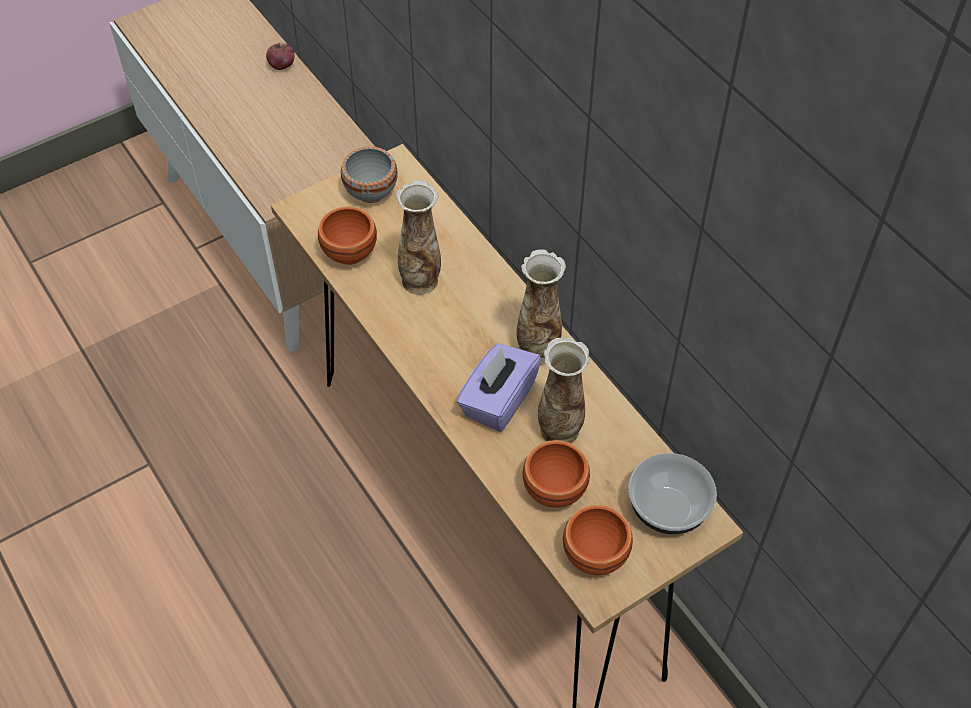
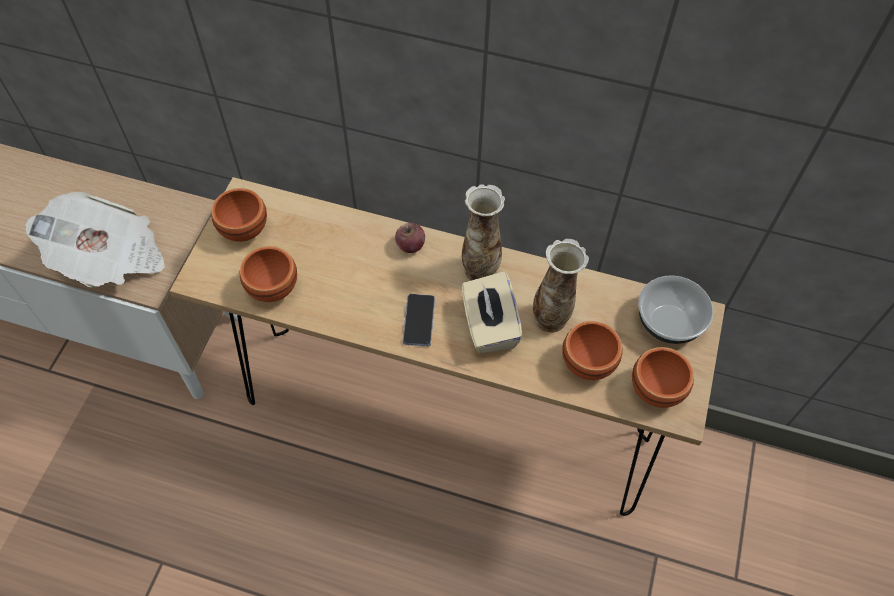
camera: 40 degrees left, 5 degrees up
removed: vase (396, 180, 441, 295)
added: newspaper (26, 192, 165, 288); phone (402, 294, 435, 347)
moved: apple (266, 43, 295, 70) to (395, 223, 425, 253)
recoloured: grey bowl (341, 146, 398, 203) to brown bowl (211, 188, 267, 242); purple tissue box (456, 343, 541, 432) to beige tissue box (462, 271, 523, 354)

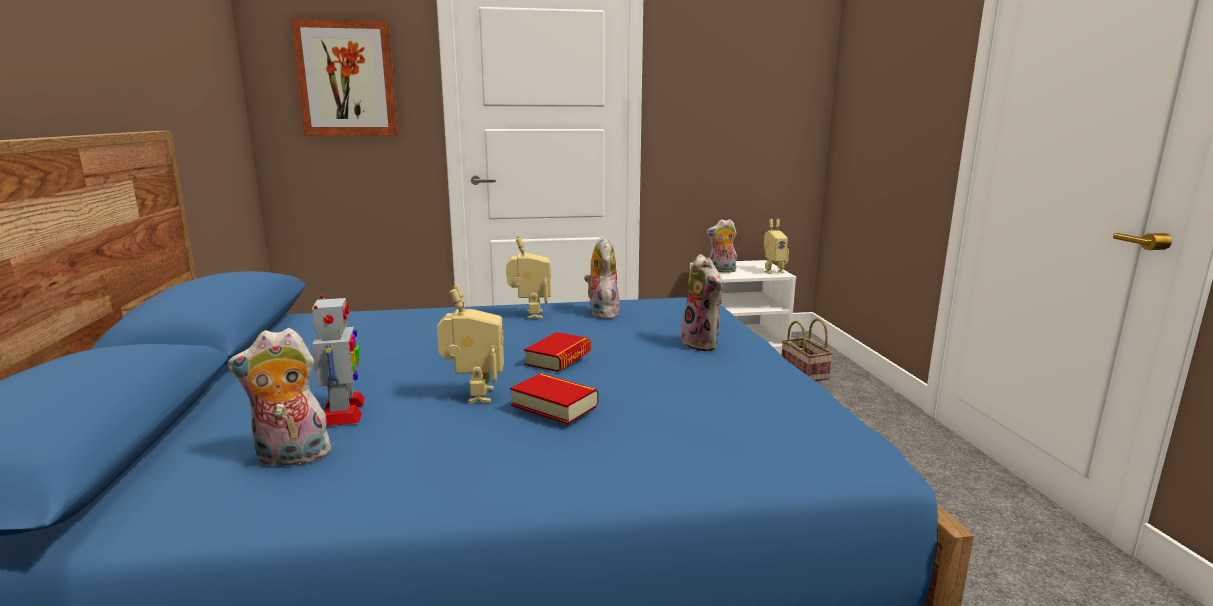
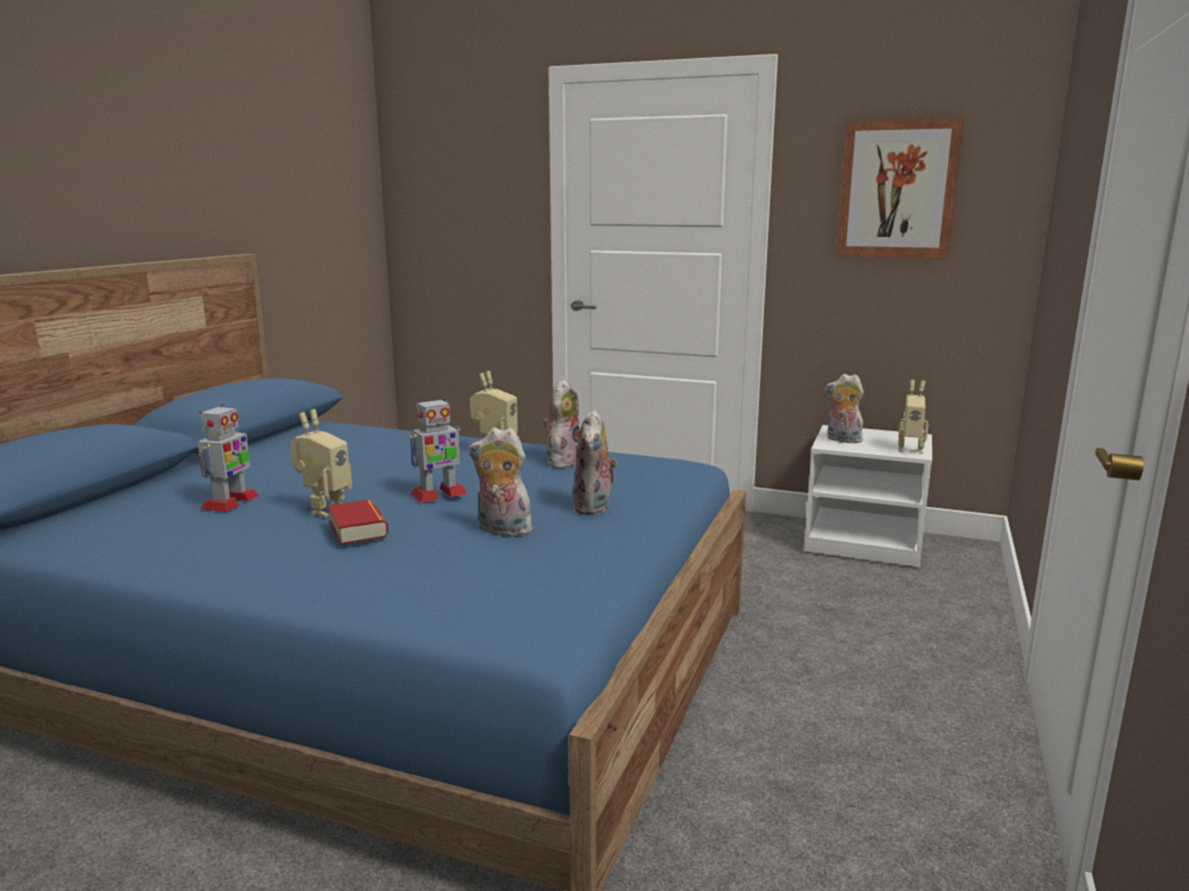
camera: 30 degrees right, 0 degrees up
removed: basket (782, 318, 833, 381)
moved: plush toy (228, 328, 334, 467) to (469, 427, 533, 537); picture (290, 19, 398, 136) to (836, 118, 964, 259)
replaced: book (524, 332, 591, 372) to toy robot (409, 397, 468, 503)

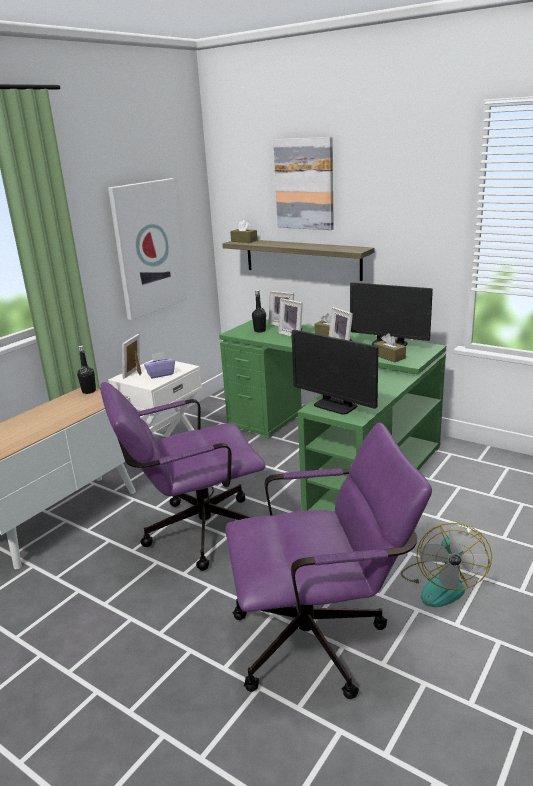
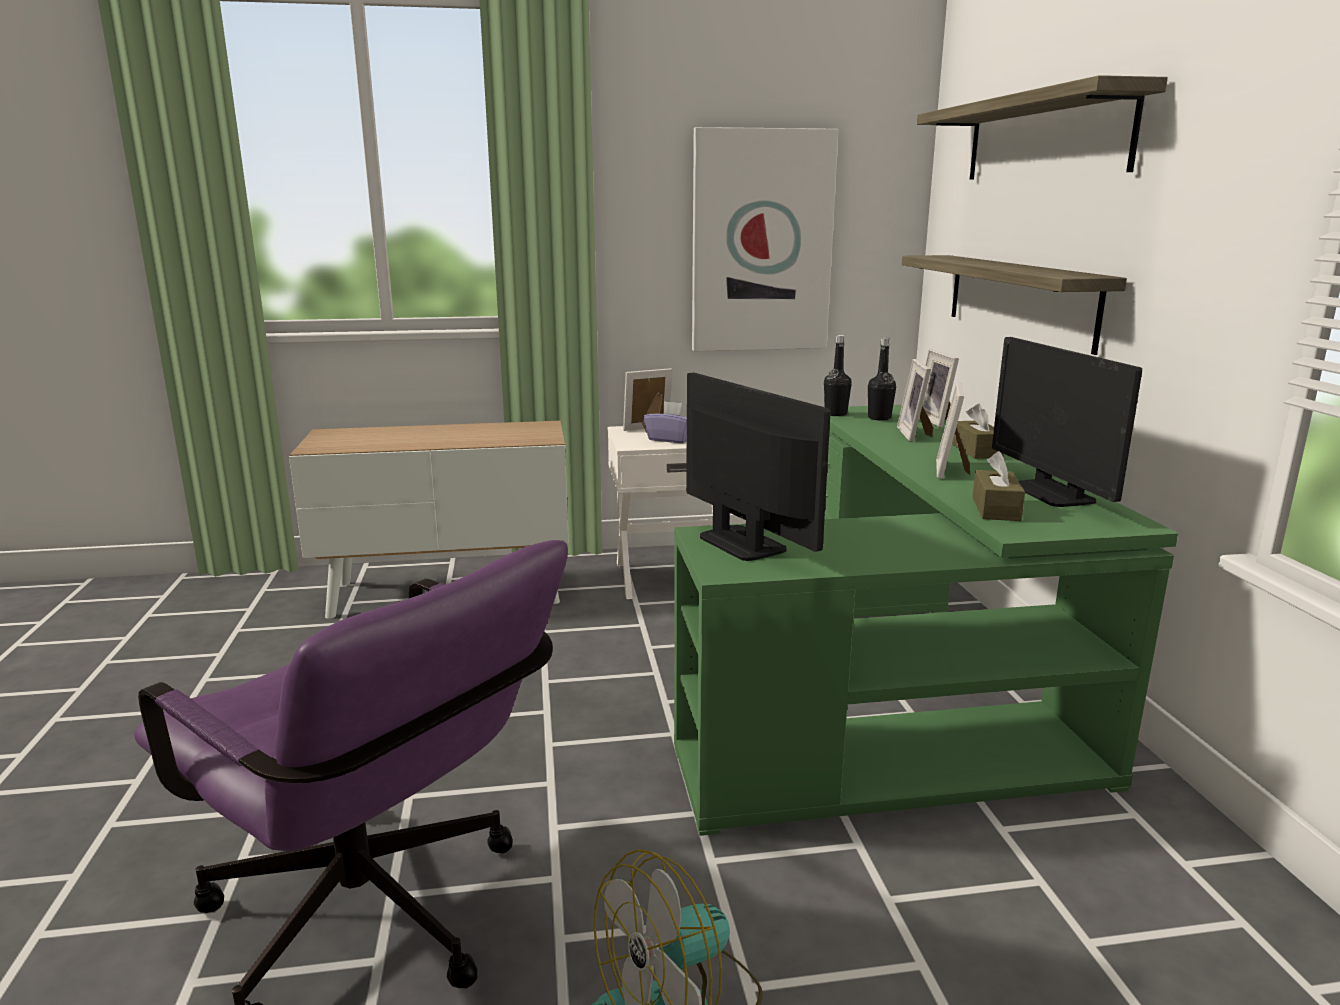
camera: 45 degrees right, 5 degrees down
removed: purple office chair (100, 382, 266, 571); brown tissue box (230, 220, 257, 243)
moved: black bottle (77, 346, 96, 394) to (824, 335, 852, 416)
replaced: picture (273, 137, 334, 230) to shelf (917, 75, 1168, 180)
turned: monitor (291, 330, 378, 415) = (686, 372, 831, 561) 150 degrees clockwise

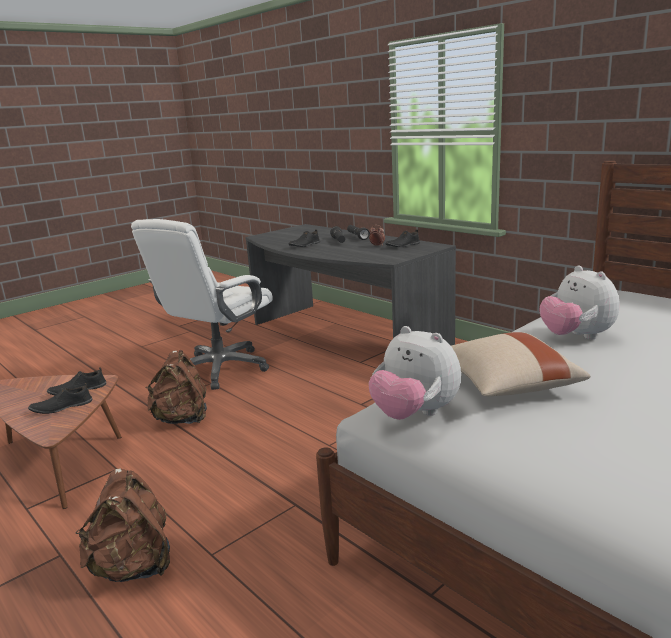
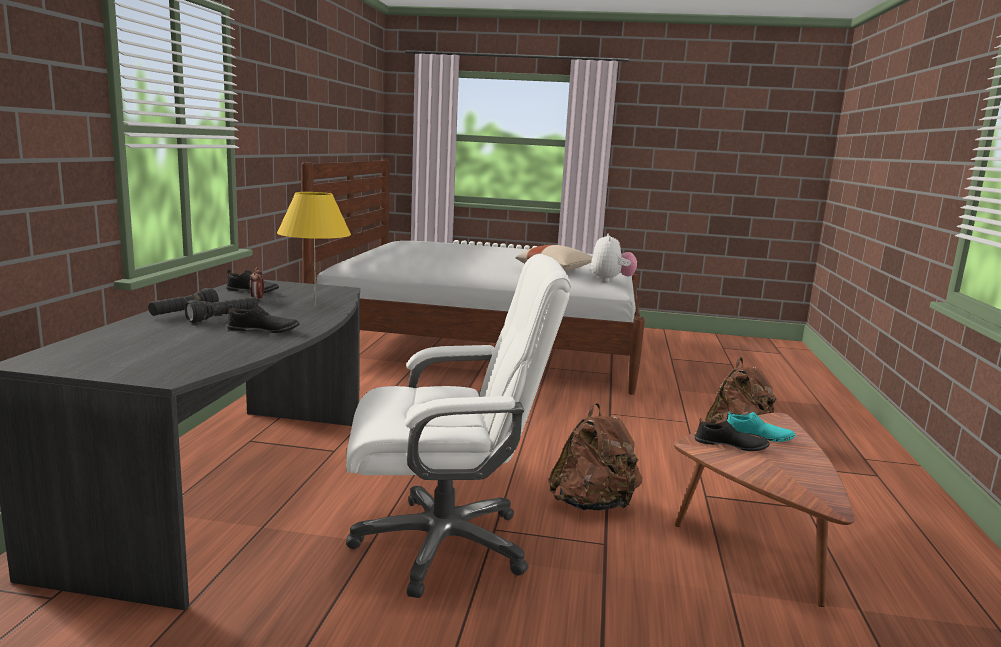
camera: 130 degrees left, 5 degrees down
removed: plush toy (539, 266, 619, 339)
added: yellow table lamp (277, 192, 351, 307)
recoloured: black shoe (28, 383, 92, 414) to turquoise shoe (726, 409, 796, 442)

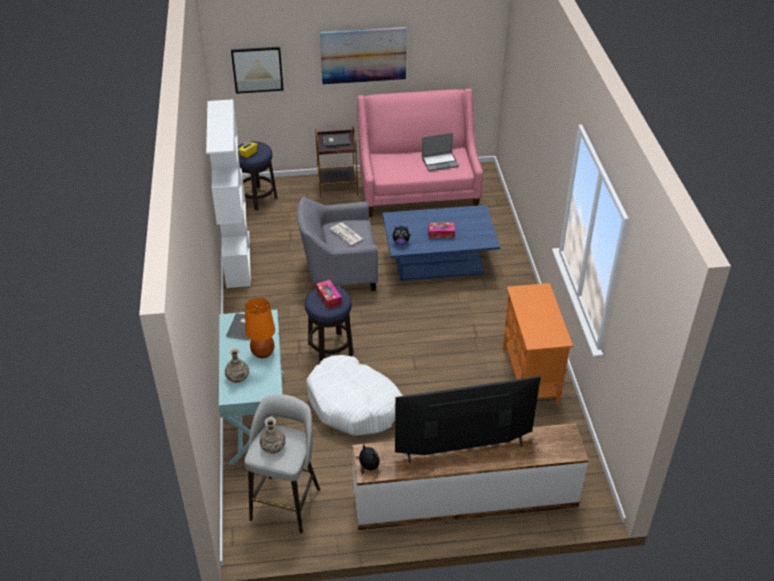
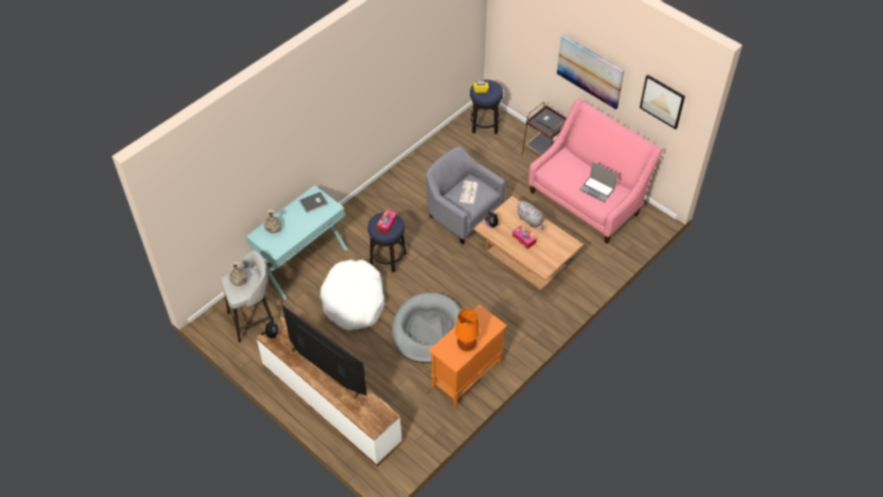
camera: 50 degrees right, 10 degrees up
removed: white bookcase (206, 99, 251, 288)
added: grey dog bed (392, 293, 461, 363); grey plush toy (516, 201, 544, 230)
moved: picture (231, 47, 284, 94) to (640, 75, 685, 129); orange table lamp (245, 298, 275, 358) to (455, 309, 479, 351)
recoloured: blue coffee table (383, 205, 500, 281) to brown coffee table (474, 196, 583, 291)

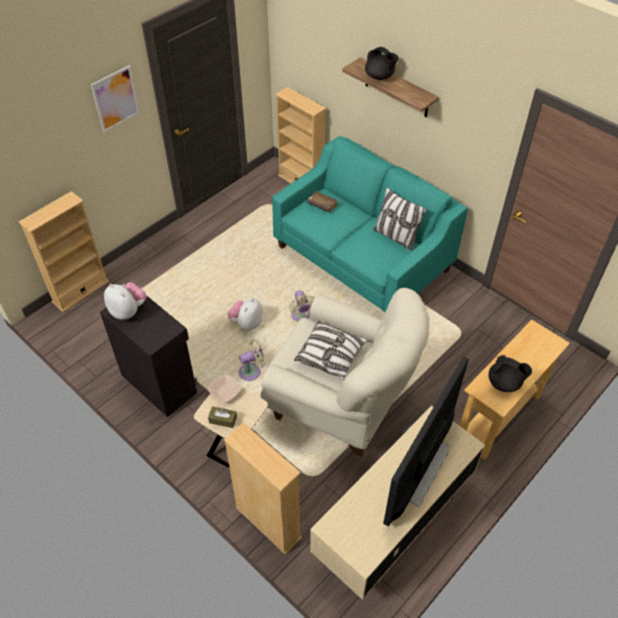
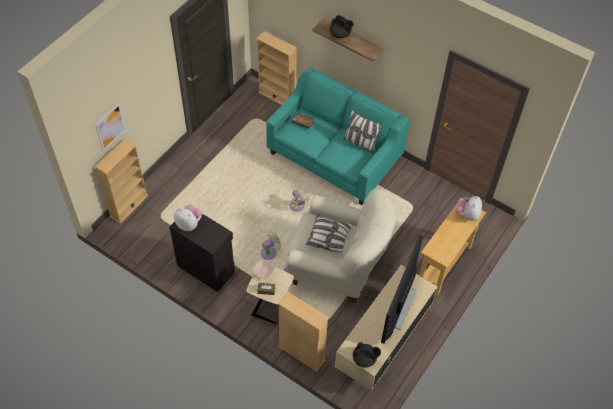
camera: 10 degrees left, 5 degrees up
moved: picture (91, 66, 140, 132) to (95, 103, 126, 151); plush toy (228, 298, 263, 330) to (455, 196, 482, 221); black teapot (488, 355, 532, 392) to (353, 342, 381, 368)

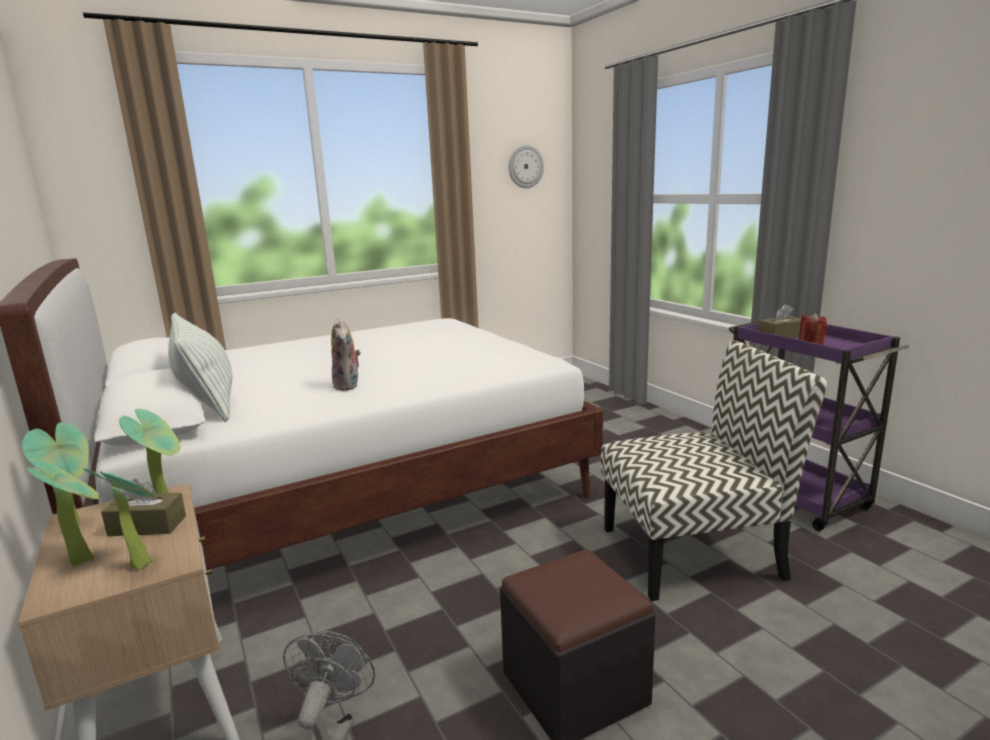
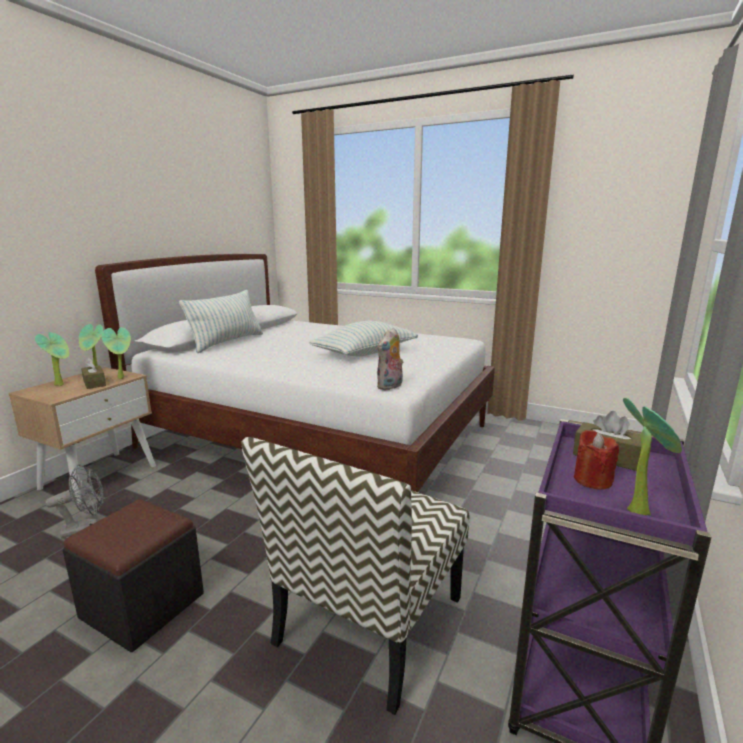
camera: 55 degrees right, 0 degrees up
removed: wall clock (509, 145, 544, 188)
added: pillow (309, 321, 418, 356)
moved: potted plant (83, 468, 155, 570) to (623, 398, 682, 515); plush toy (331, 318, 361, 391) to (377, 328, 403, 390)
turned: chair (601, 340, 827, 601) = (241, 437, 469, 715) 75 degrees clockwise

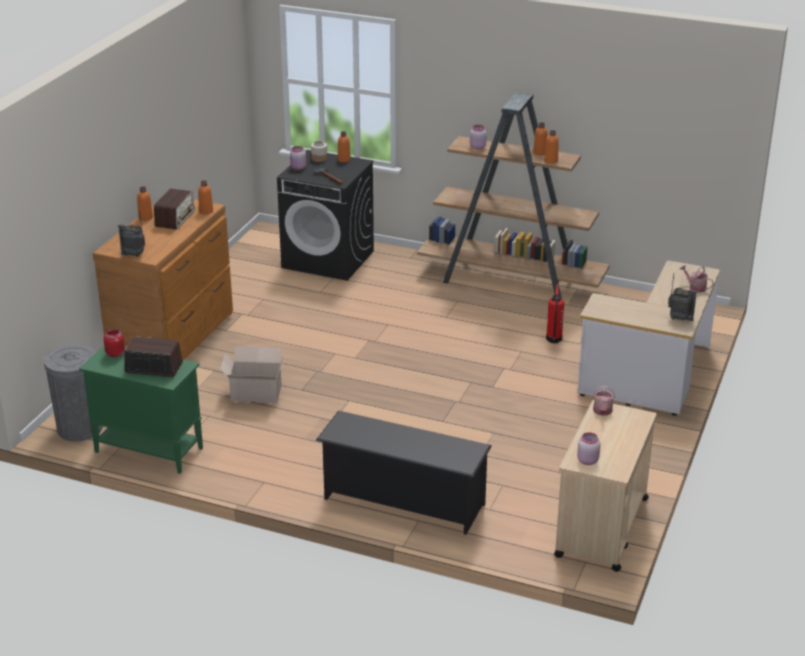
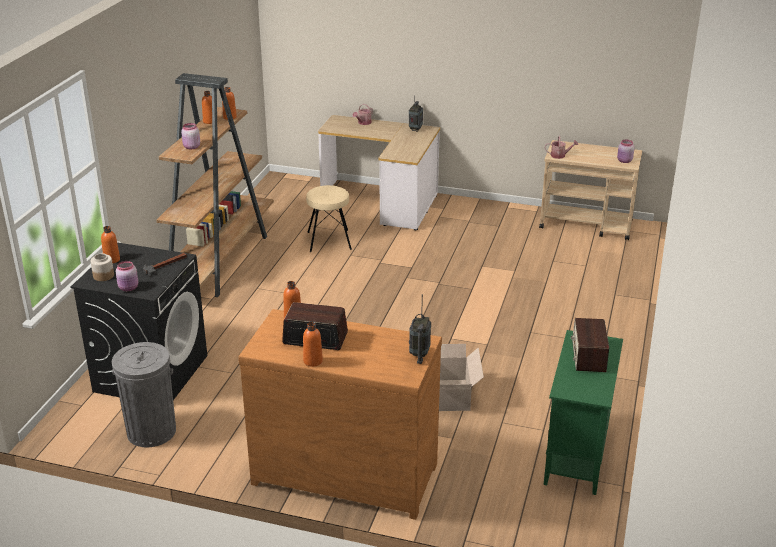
camera: 95 degrees left, 0 degrees up
removed: red jar (104, 328, 125, 358); black shoe rack (316, 411, 492, 535)
moved: grey trash can (44, 344, 103, 441) to (112, 342, 176, 447)
replaced: fire extinguisher (546, 284, 564, 343) to beige stool (306, 185, 352, 252)

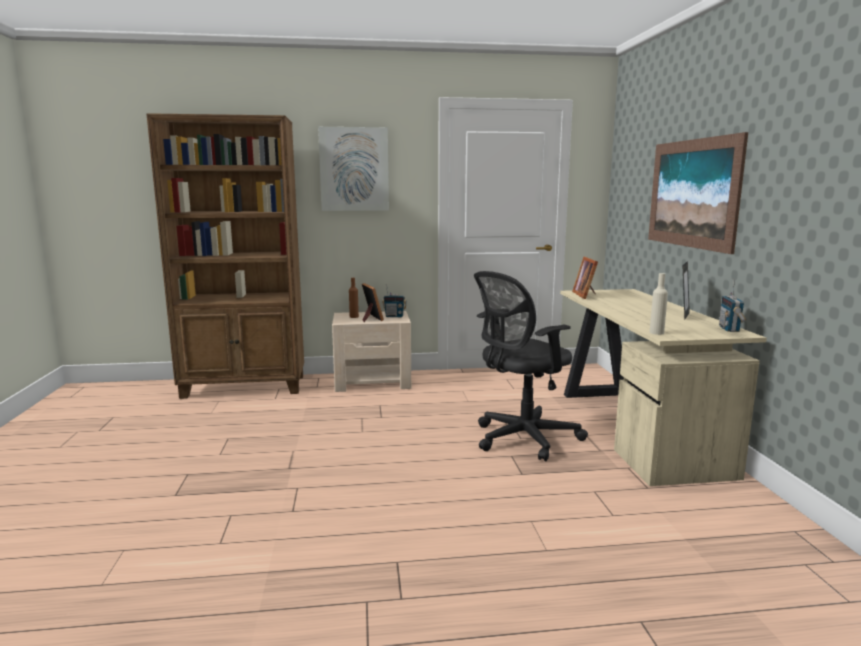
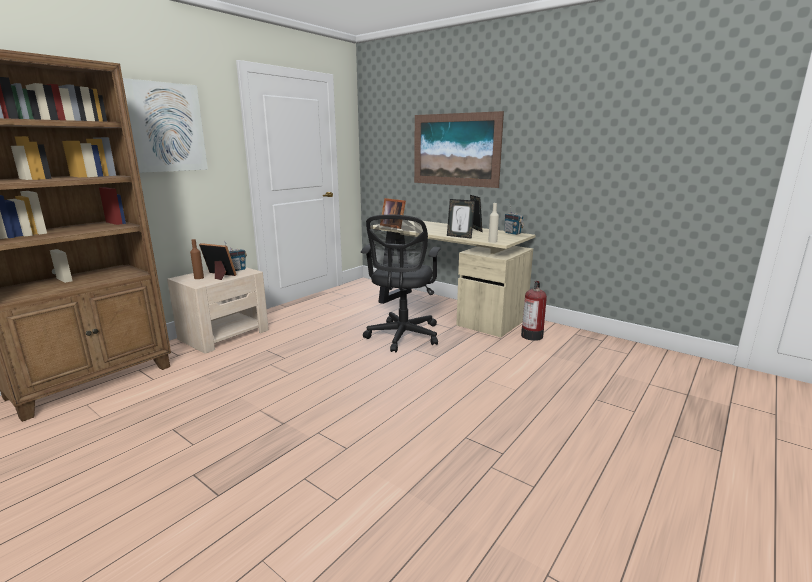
camera: 45 degrees left, 5 degrees up
added: picture frame (447, 199, 475, 239); fire extinguisher (521, 281, 547, 341)

